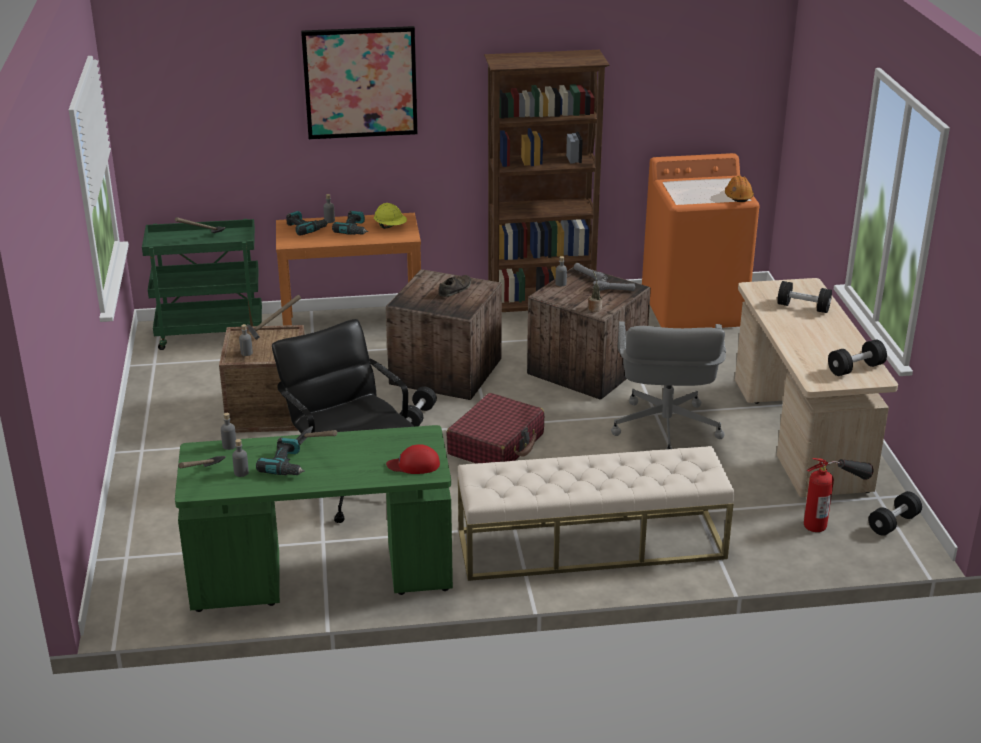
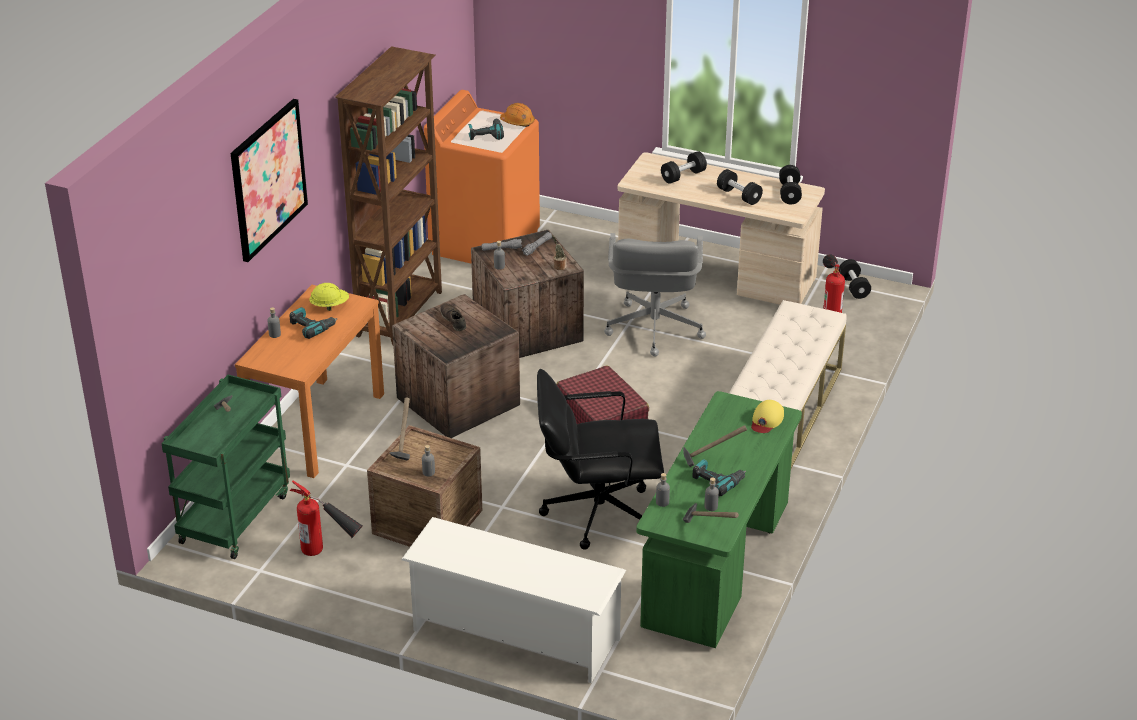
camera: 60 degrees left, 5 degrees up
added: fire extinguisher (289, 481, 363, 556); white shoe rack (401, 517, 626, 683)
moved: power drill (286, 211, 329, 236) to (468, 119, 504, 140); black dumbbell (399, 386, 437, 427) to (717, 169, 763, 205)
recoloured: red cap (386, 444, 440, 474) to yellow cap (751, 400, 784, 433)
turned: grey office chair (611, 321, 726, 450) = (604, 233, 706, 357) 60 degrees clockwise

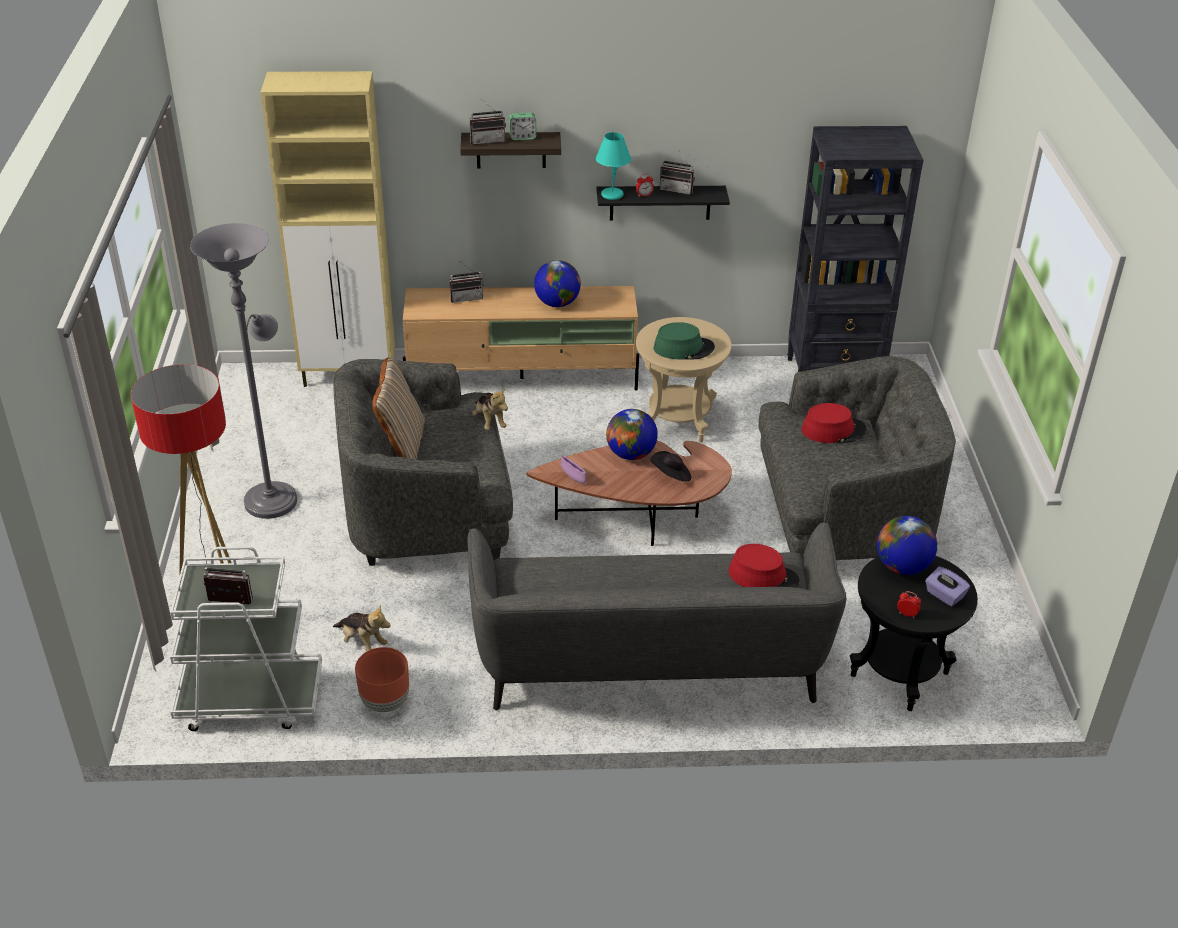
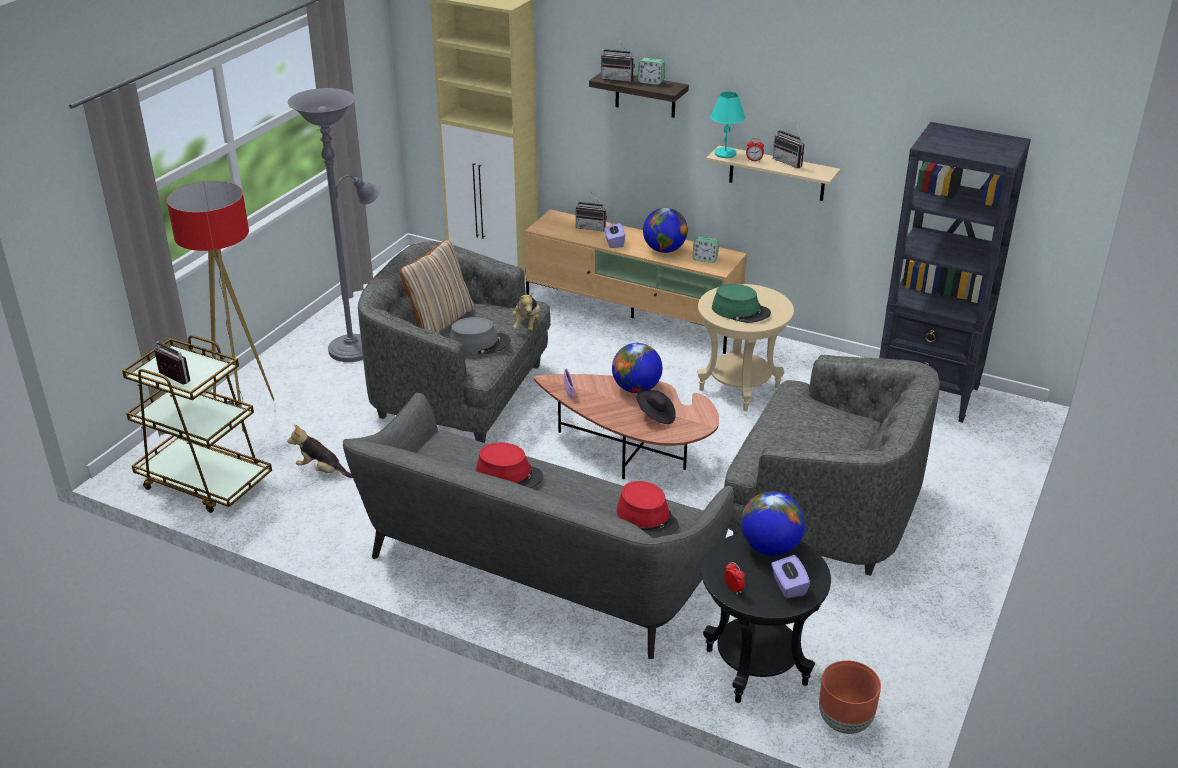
camera: 30 degrees right, 5 degrees down
added: grey hat (449, 317, 511, 354); purple tissue box (604, 221, 625, 248); alarm clock (693, 237, 719, 263)
moved: brown planter (355, 647, 409, 712) to (819, 660, 881, 734); red hat (802, 403, 867, 443) to (476, 443, 543, 488)
recoloured: white cart (170, 546, 322, 731) to brown cart (122, 335, 272, 513); black shelf (596, 186, 730, 221) to beige shelf (706, 146, 840, 201)
turned: plush toy (333, 605, 391, 652) = (287, 424, 353, 478) 135 degrees clockwise

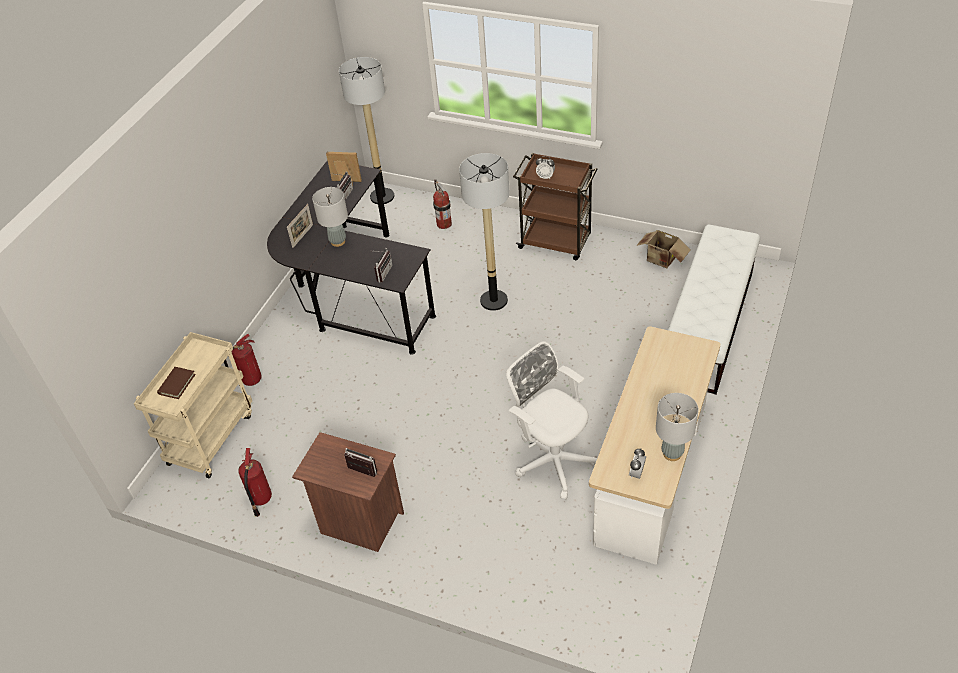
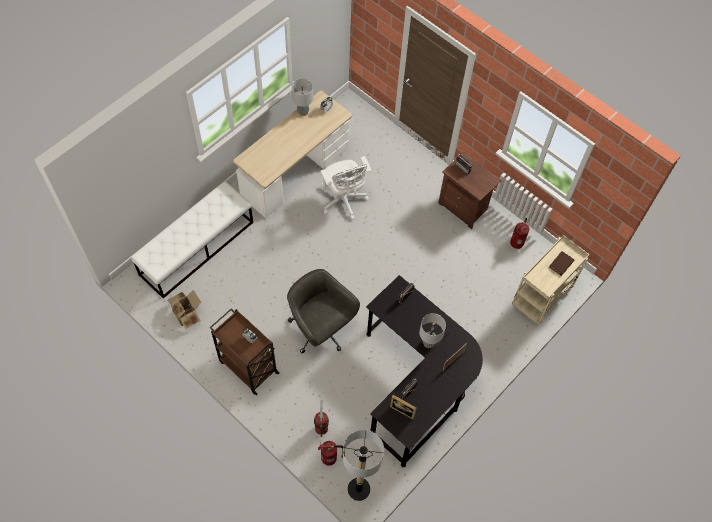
camera: 165 degrees left, 15 degrees up
moved: fire extinguisher (224, 334, 262, 386) to (318, 441, 345, 466)
replaced: floor lamp (459, 153, 510, 311) to grey office chair (287, 269, 360, 354)

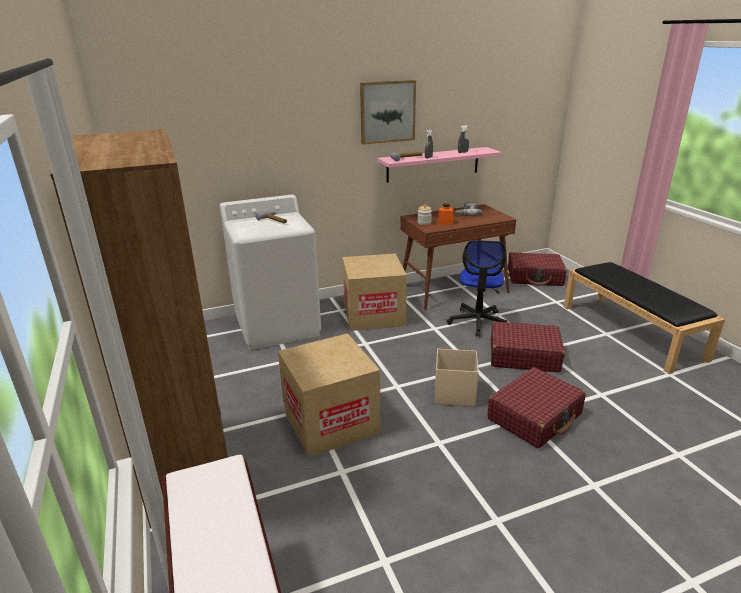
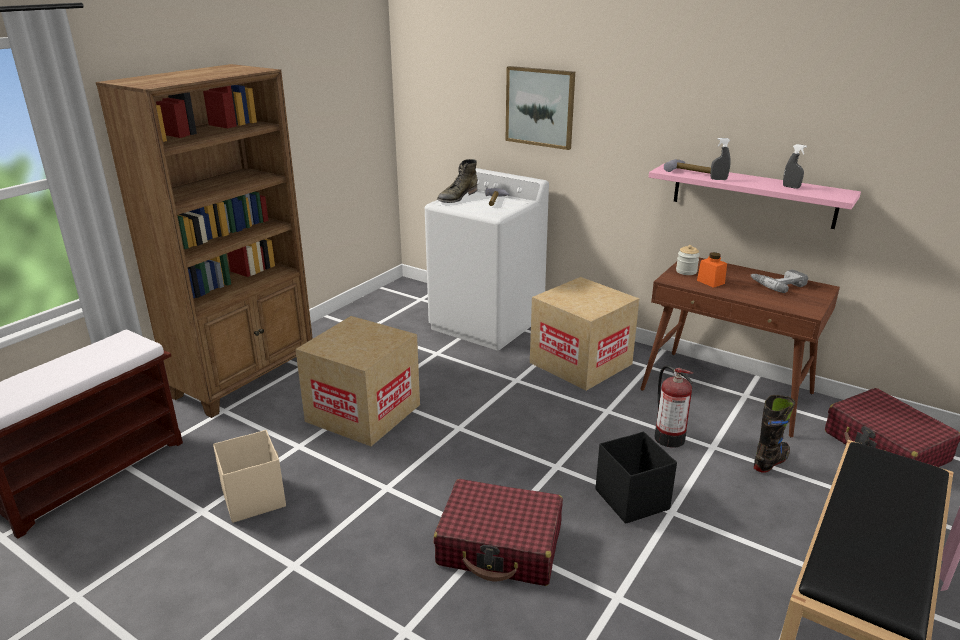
camera: 55 degrees right, 0 degrees up
added: green boot (437, 159, 477, 203); black boot (754, 395, 795, 473)
moved: picture (360, 80, 416, 145) to (505, 66, 575, 150); beige storage box (435, 349, 479, 407) to (213, 430, 286, 523)
replaced: office chair (447, 240, 508, 337) to fire extinguisher (655, 365, 693, 448); red suitcase (491, 321, 565, 373) to black storage box (595, 431, 677, 524)

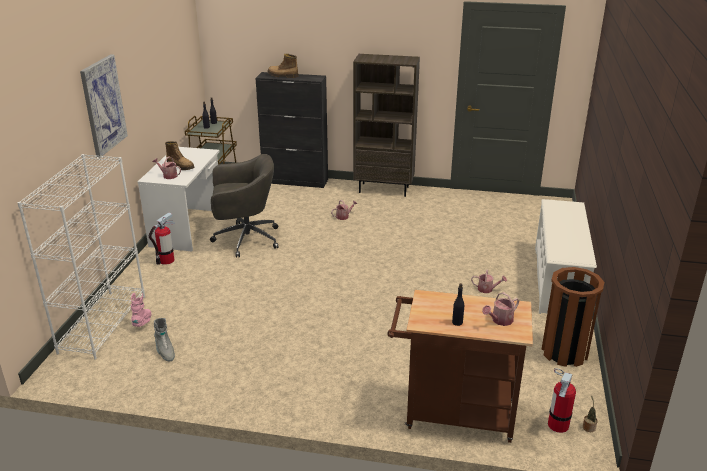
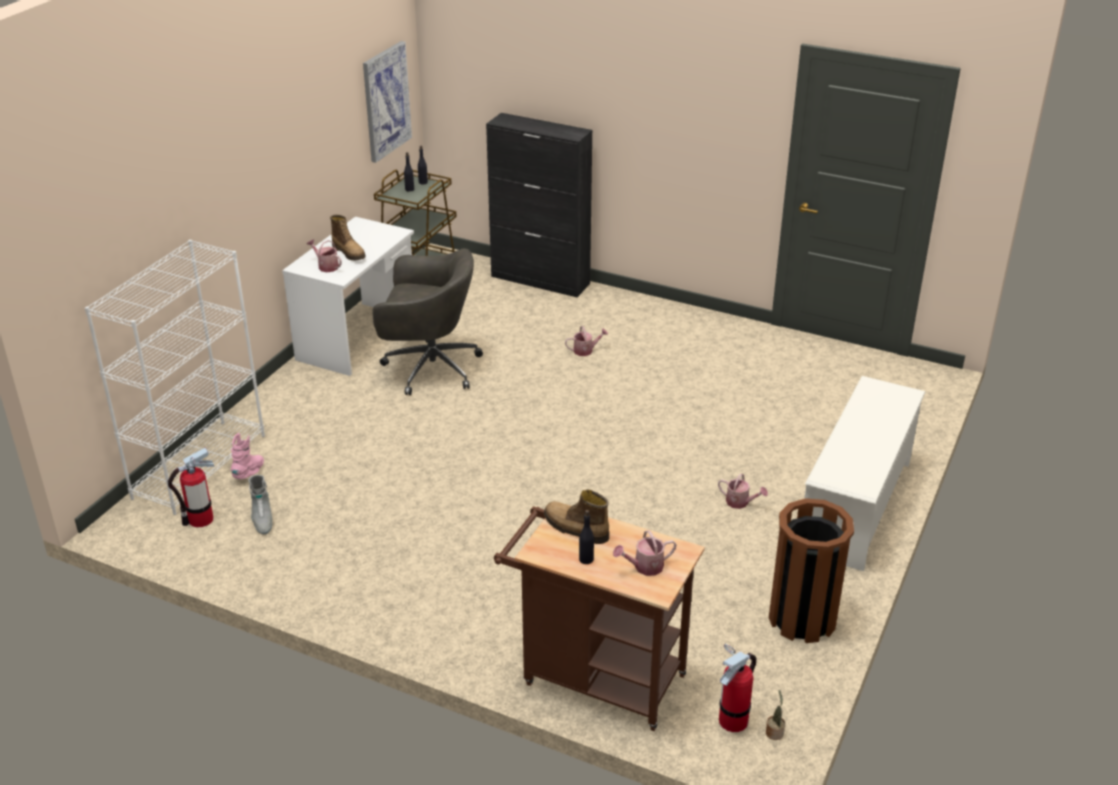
camera: 15 degrees right, 5 degrees up
removed: brown bookcase (353, 54, 420, 197)
moved: picture (80, 54, 128, 158) to (363, 41, 412, 163); fire extinguisher (149, 212, 175, 265) to (168, 447, 214, 527); boot (267, 54, 298, 78) to (544, 490, 609, 544)

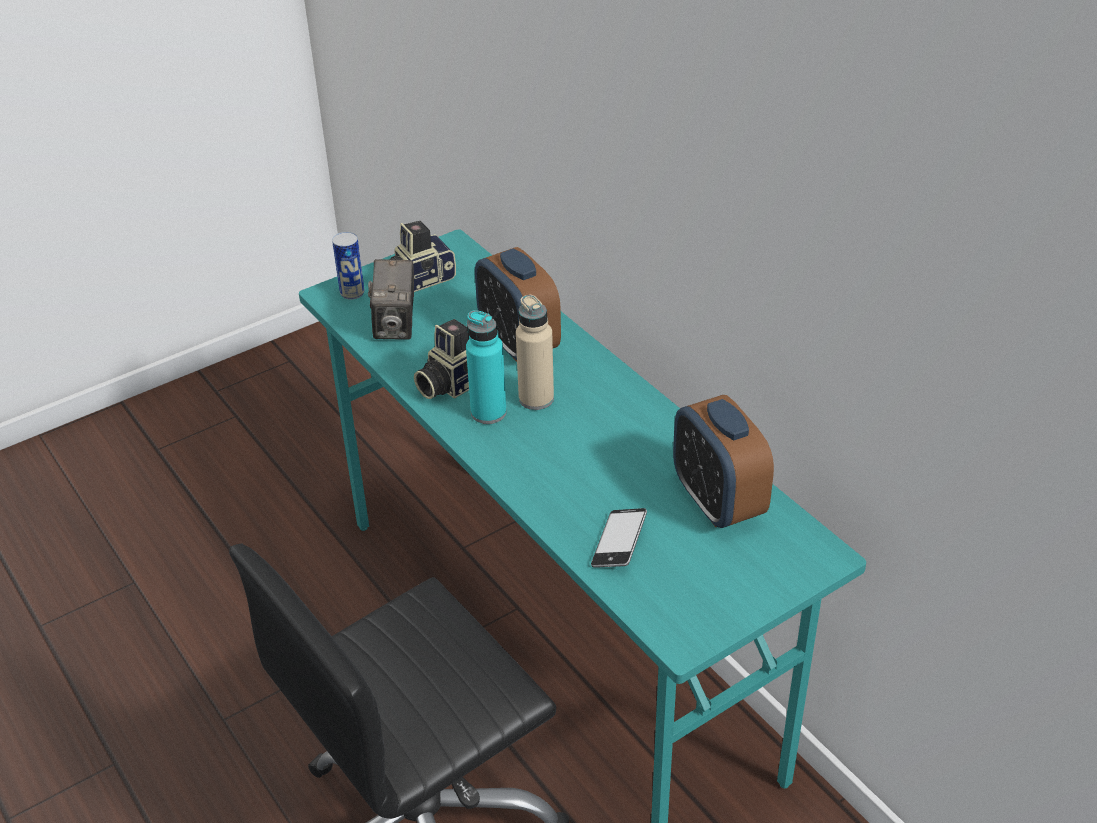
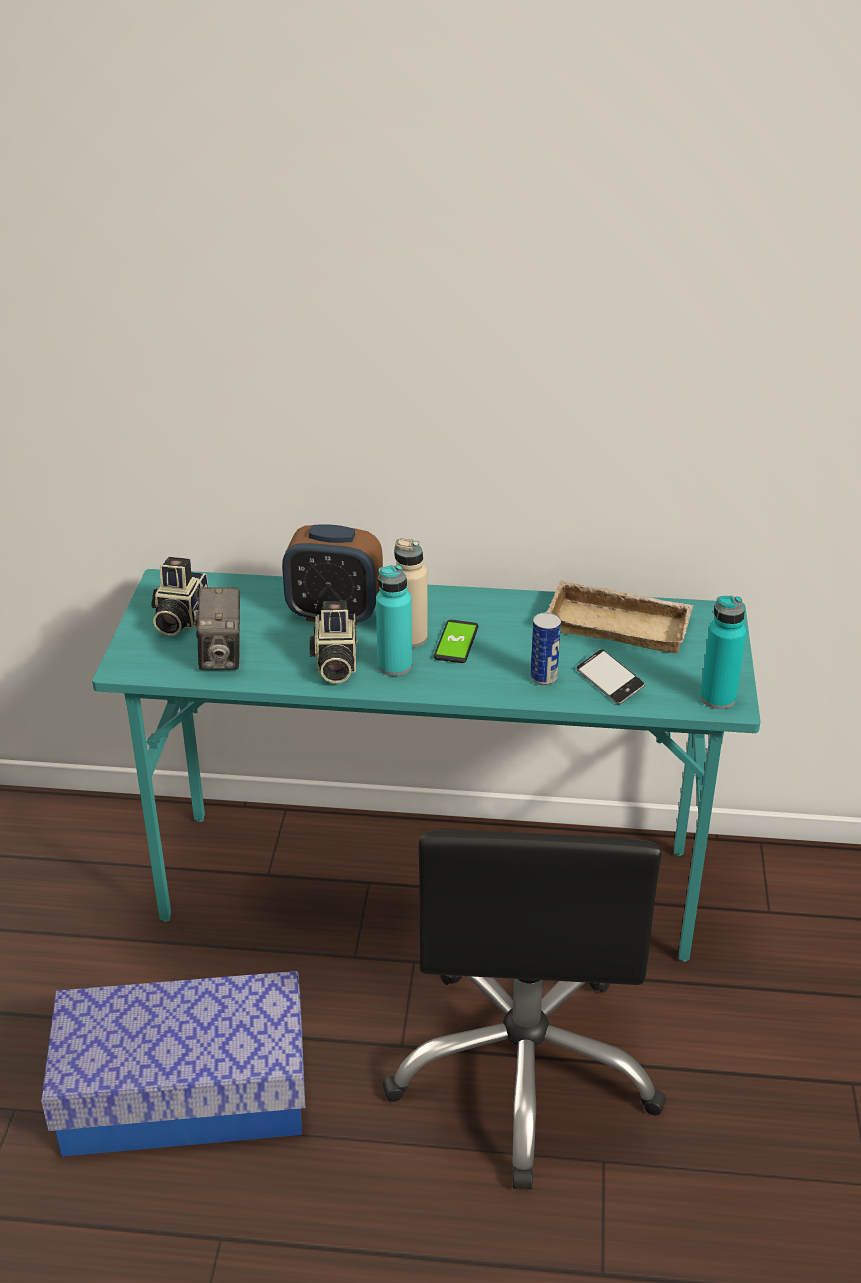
camera: 50 degrees left, 5 degrees down
added: storage box (41, 971, 306, 1157); phone (434, 620, 478, 663); turquoise bottle (700, 596, 747, 709)
moved: can (332, 232, 365, 300) to (530, 612, 561, 686)
replaced: alarm clock (673, 395, 774, 528) to beige tray (546, 580, 693, 653)
turned: photo camera (368, 259, 414, 340) = (193, 587, 240, 670) 45 degrees clockwise

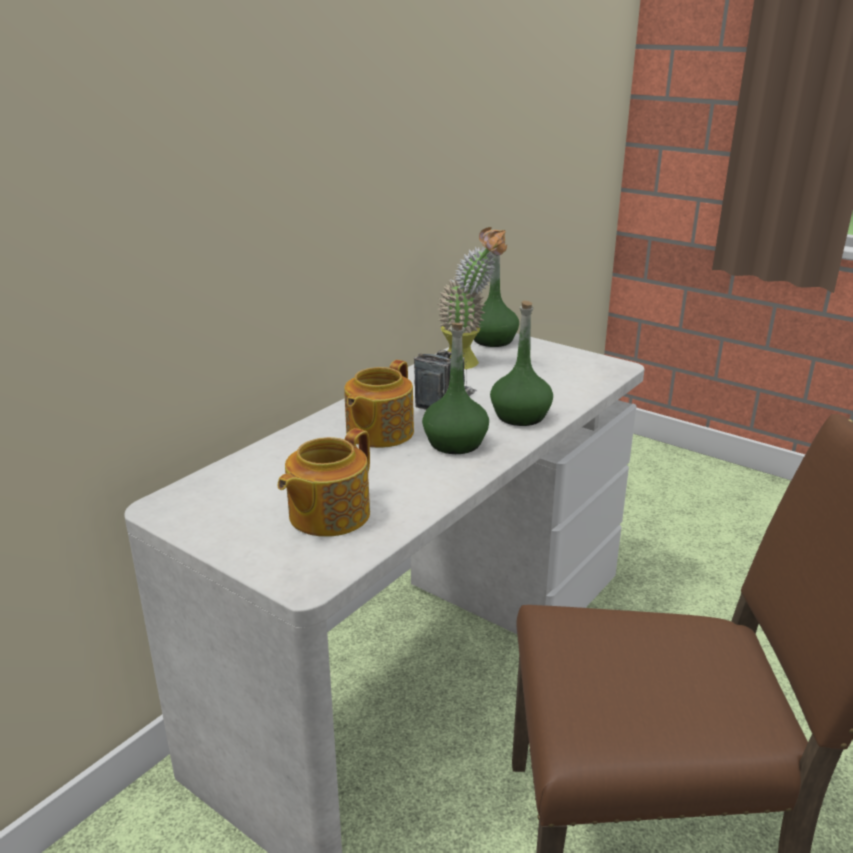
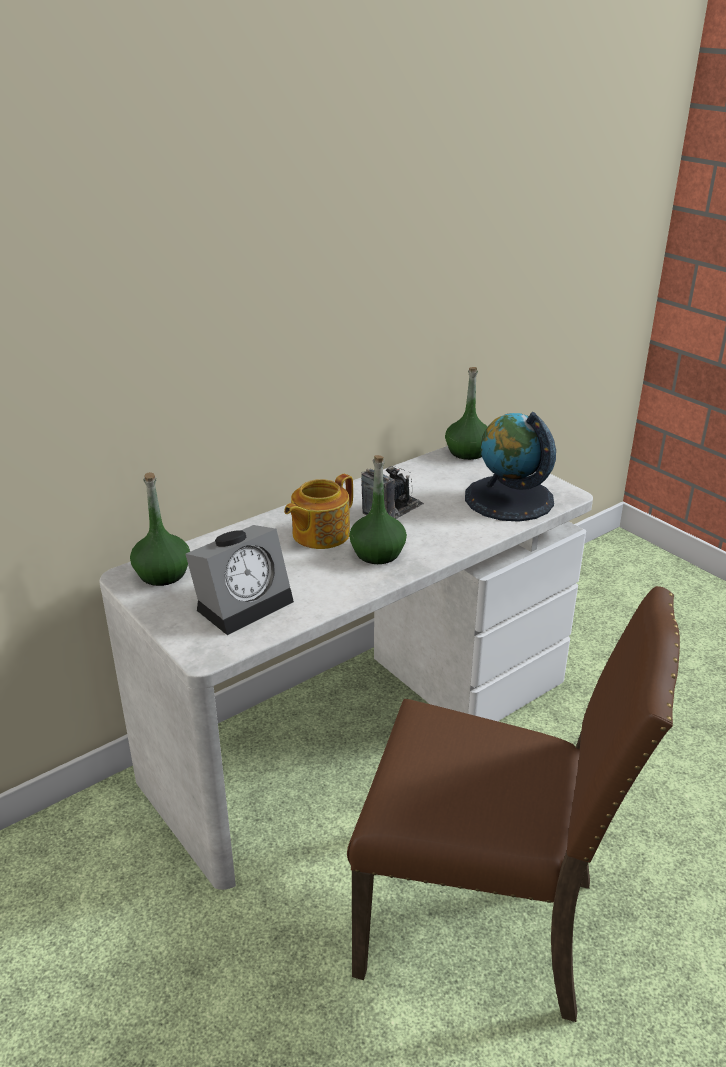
camera: 15 degrees right, 5 degrees up
removed: potted plant (437, 227, 507, 369)
added: globe (465, 412, 556, 522)
moved: green bottle (490, 301, 553, 426) to (130, 472, 190, 586)
replaced: teapot (278, 428, 370, 537) to alarm clock (185, 525, 294, 635)

